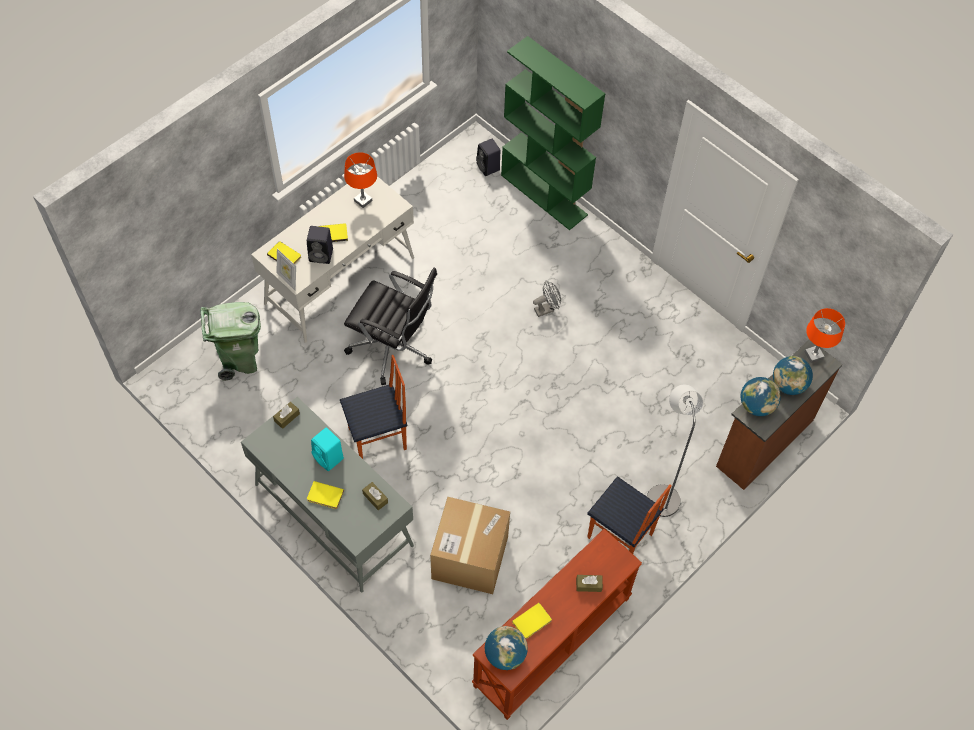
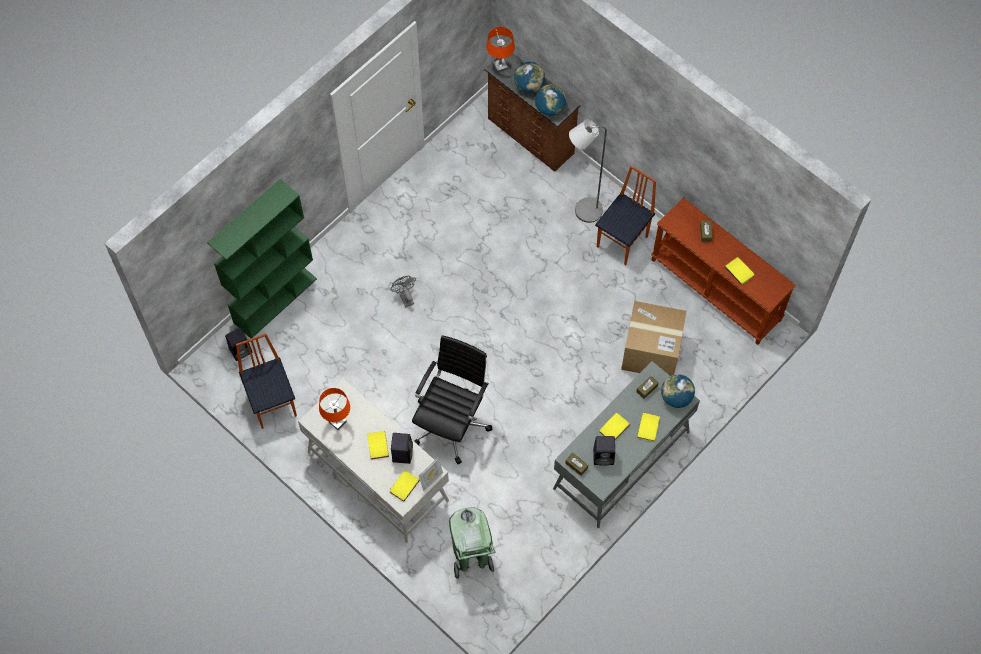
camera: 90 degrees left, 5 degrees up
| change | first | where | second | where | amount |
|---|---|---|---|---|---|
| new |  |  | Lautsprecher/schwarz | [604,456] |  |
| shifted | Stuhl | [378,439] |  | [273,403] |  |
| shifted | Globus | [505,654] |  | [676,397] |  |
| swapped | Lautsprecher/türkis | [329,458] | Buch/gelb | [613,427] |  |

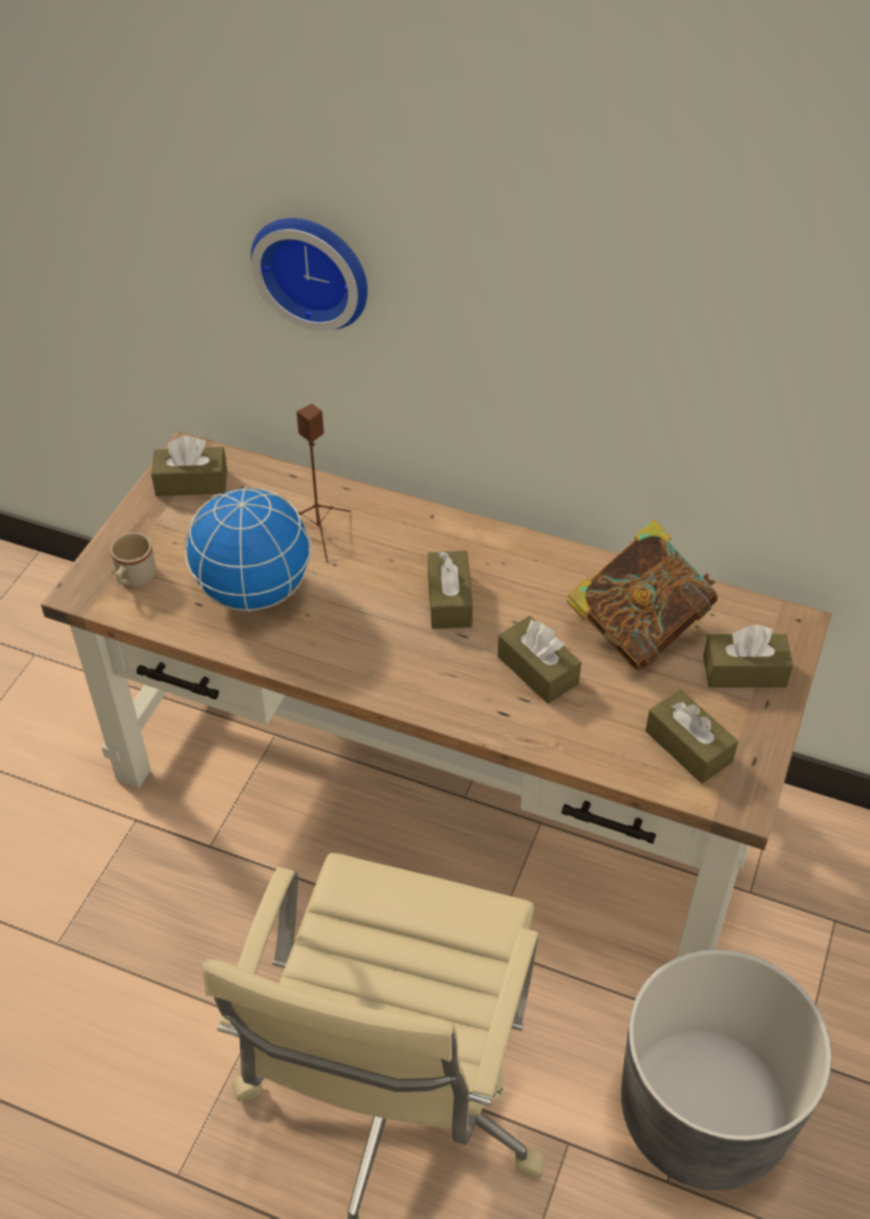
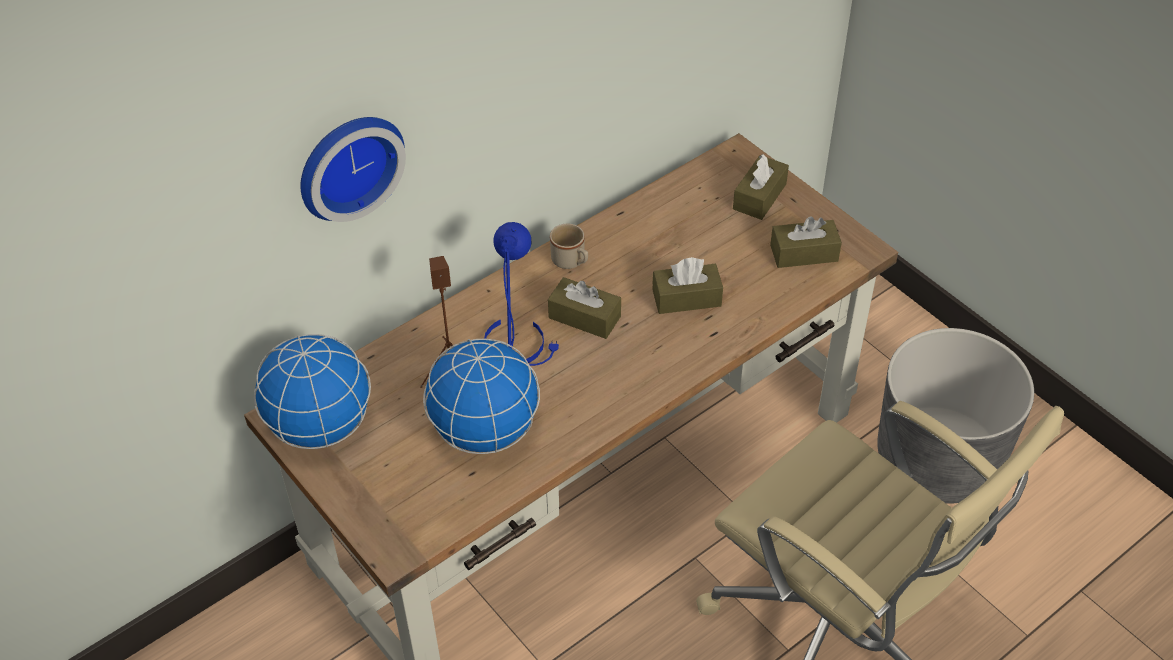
camera: 60 degrees left, 0 degrees up
| change | first | where | second | where | amount |
|---|---|---|---|---|---|
| gone | Buch | [638,628] |  |  |  |
| new |  |  | Tischlampe/blau | [518,343] |  |
| shifted | Henkelbecher/beige | [134,579] |  | [571,262] |  |
| swapped | Taschentuchbox/braun | [191,482] | Globus | [321,427] |  |

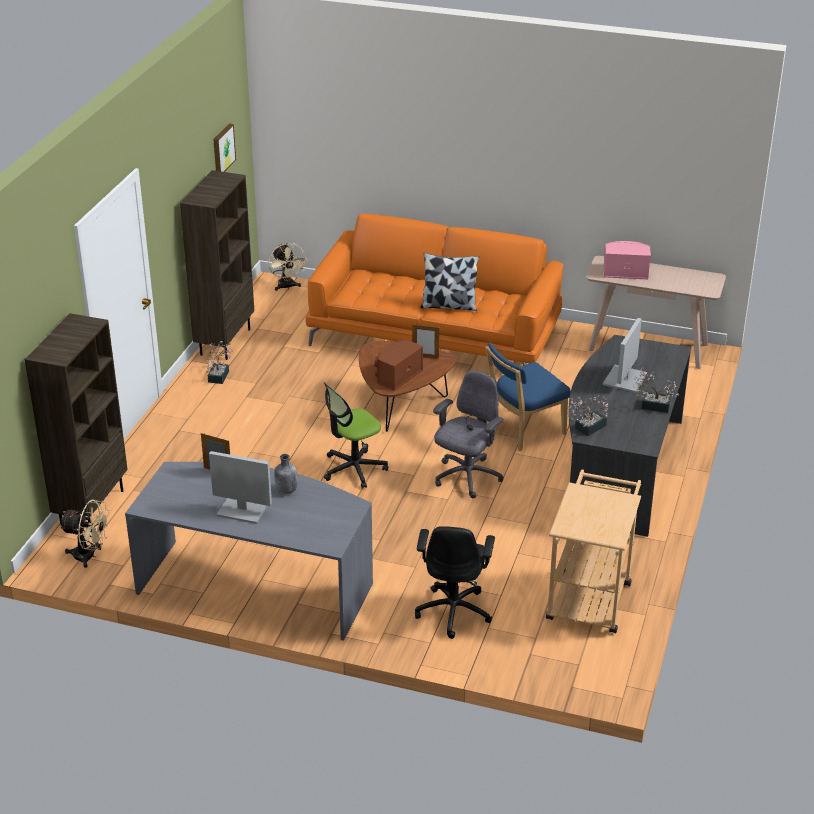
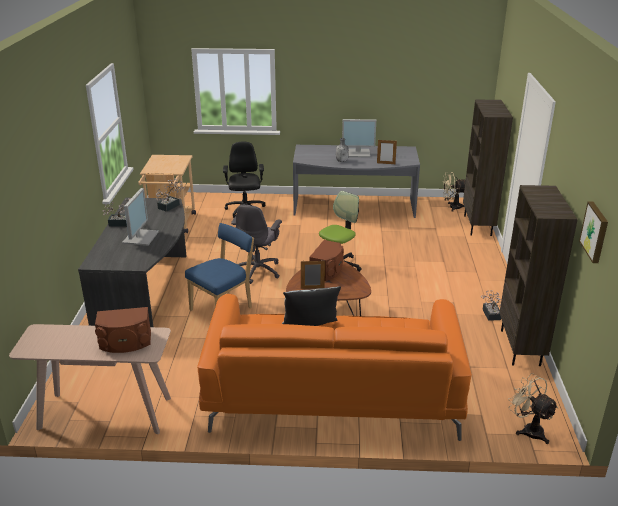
camera: 165 degrees right, 5 degrees down
| change | first | where | second | where | amount |
|---|---|---|---|---|---|
| repainted | Lautsprecher/rosa | [625,271] | Lautsprecher/braun | [125,342] |  |

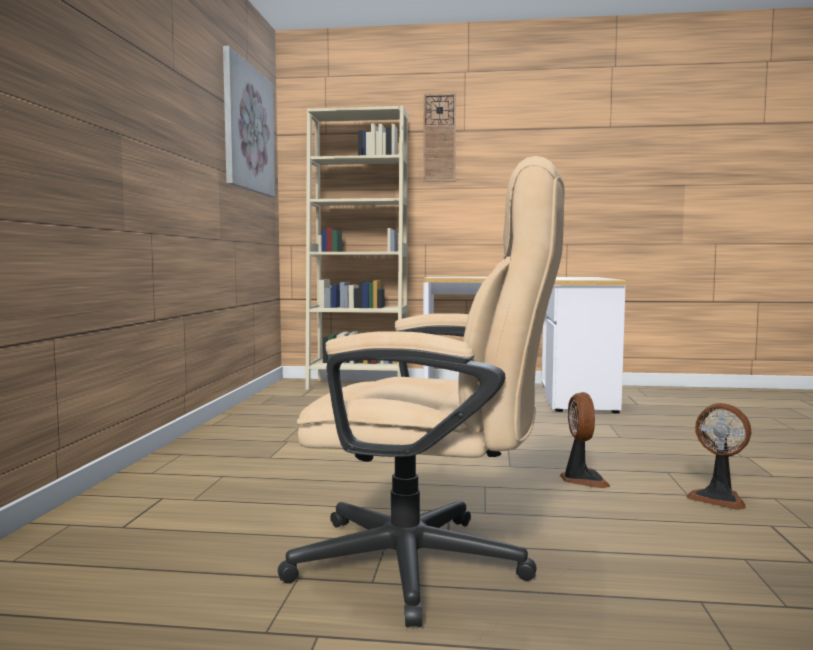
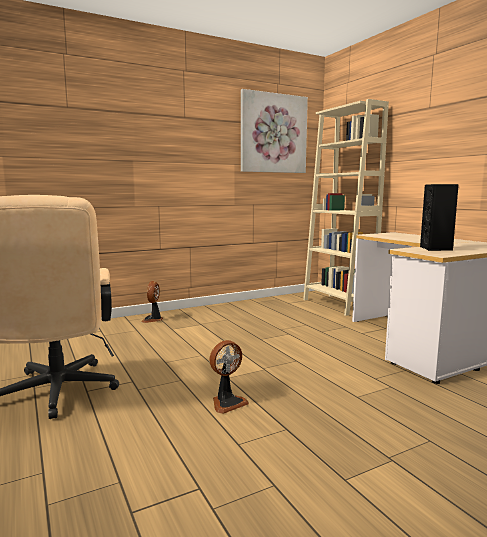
camera: 55 degrees right, 5 degrees up
| change | first | where | second | where | amount |
|---|---|---|---|---|---|
| gone | Wanduhr | [439,138] |  |  |  |
| new |  |  | Lautsprecher/schwarz | [436,249] |  |
| shifted | Ventilator | [719,498] |  | [153,319] |  |

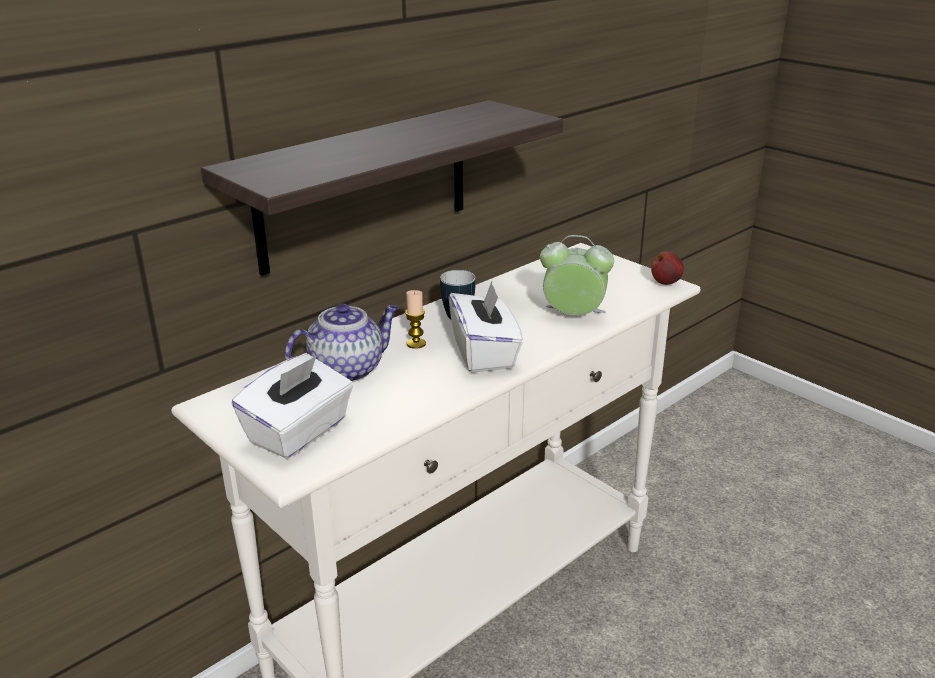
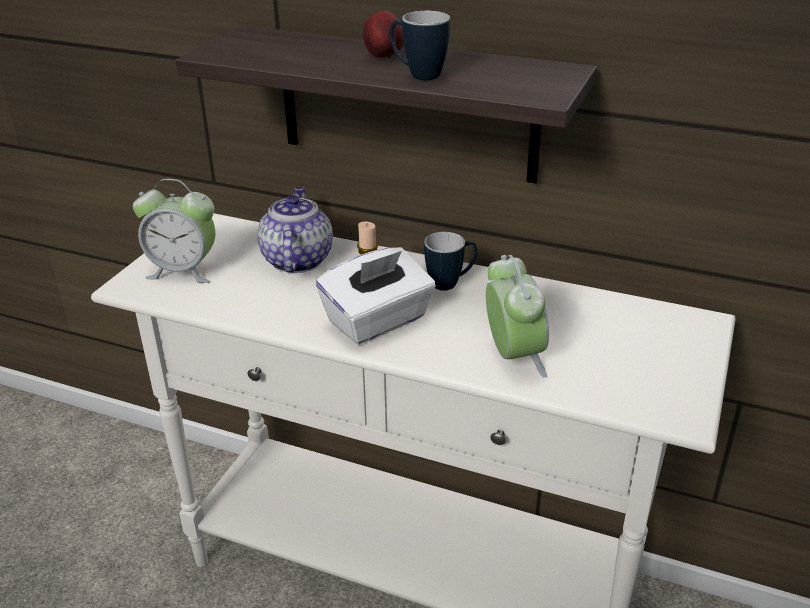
camera: 65 degrees right, 5 degrees up
| change | first | where | second | where | amount |
|---|---|---|---|---|---|
| new |  |  | Henkelbecher | [417,75] |  |
| shifted | Apfel | [665,282] |  | [384,57] |  |
| swapped | Taschentuchbox/weiß | [299,432] | Wecker | [183,270] |  |
| rotated | Teekanne | [348,369] |  | [296,260] | 120 degrees counterclockwise |

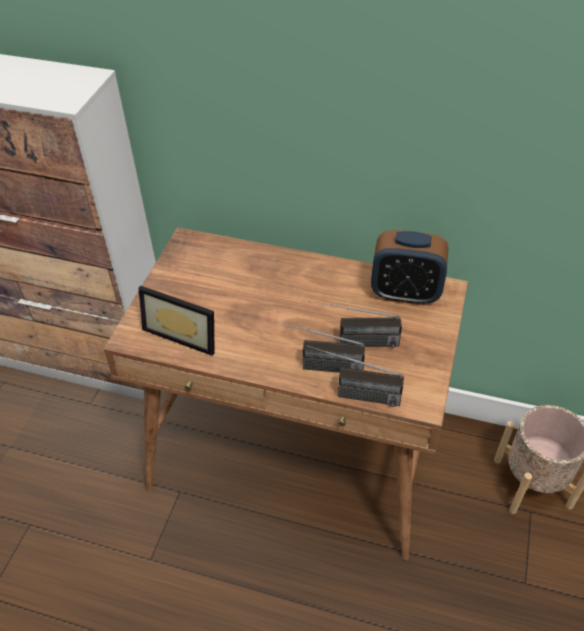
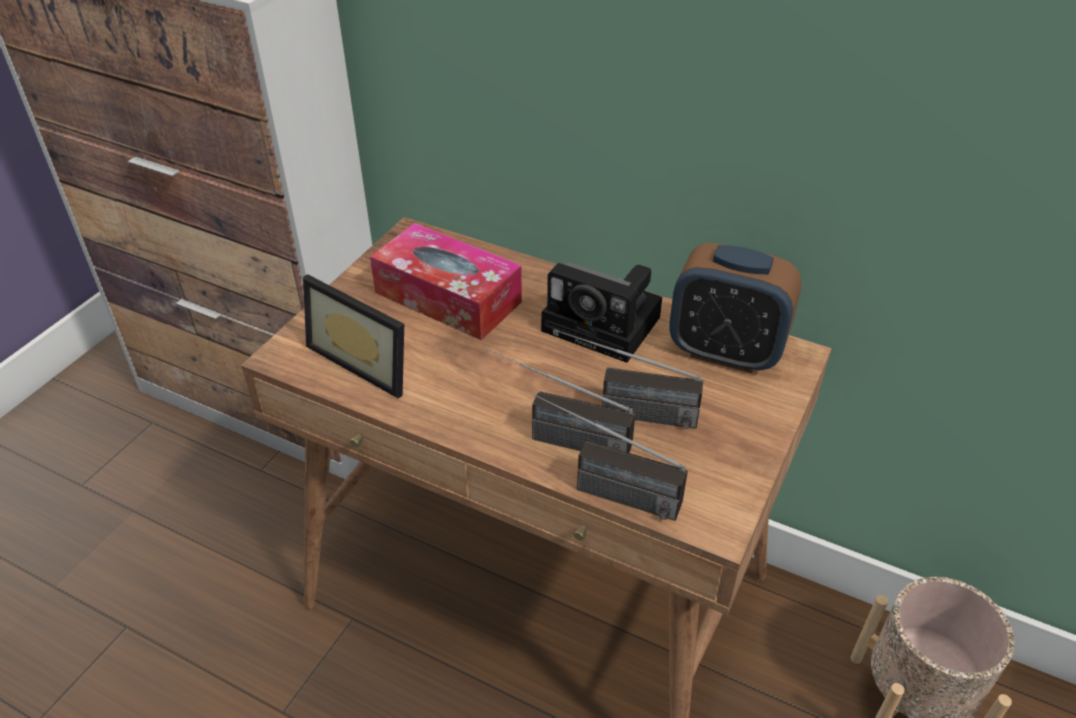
camera: 10 degrees right, 5 degrees down
| change | first | where | second | where | amount |
|---|---|---|---|---|---|
| new |  |  | Taschentuchbox | [448,297] |  |
| new |  |  | Kamera | [606,325] |  |

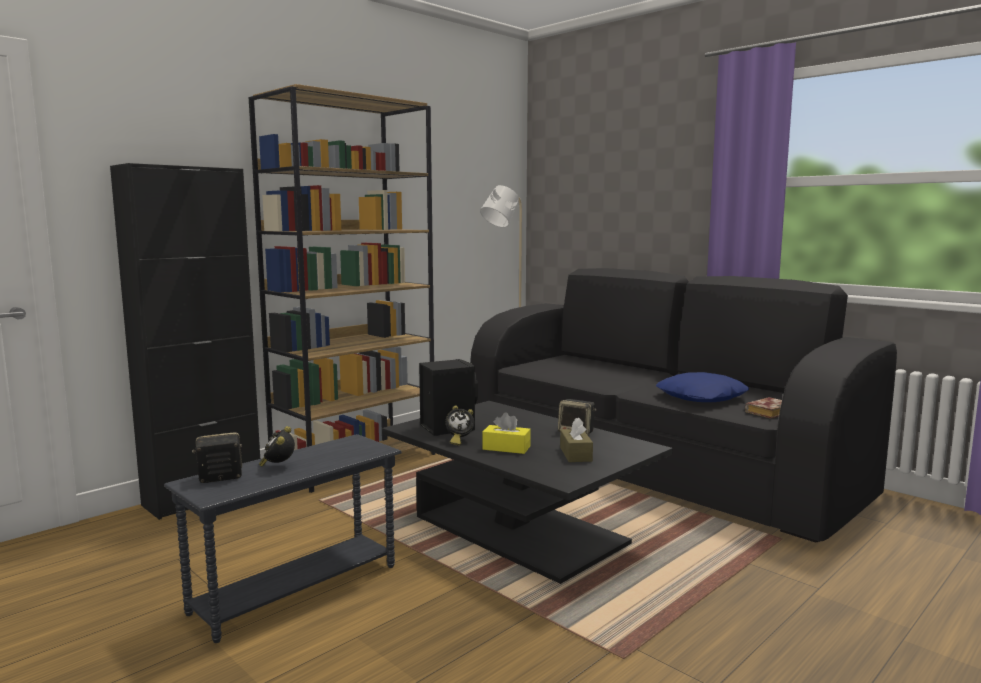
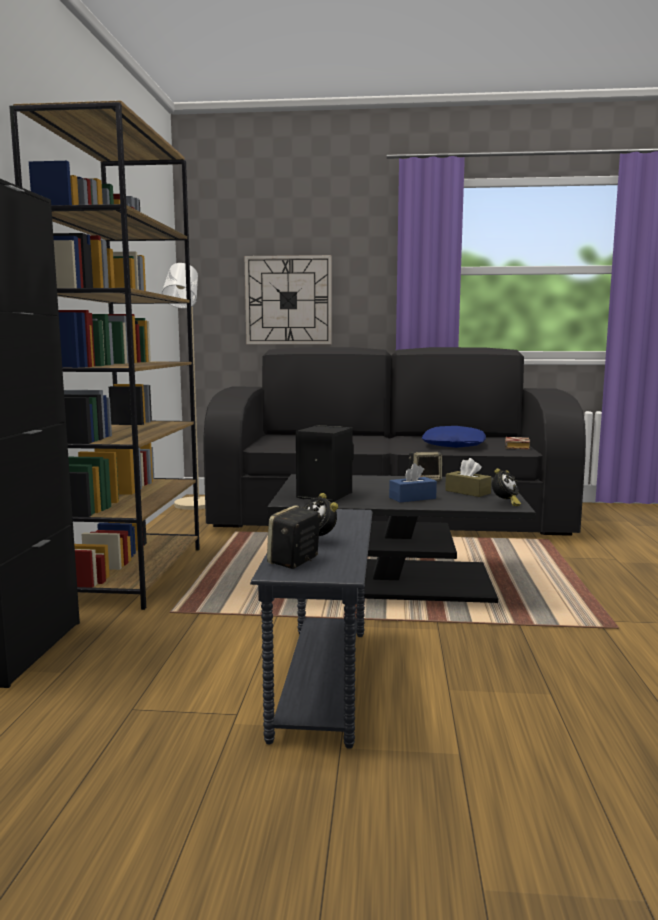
camera: 40 degrees left, 0 degrees up
| change | first | where | second | where | amount |
|---|---|---|---|---|---|
| new |  |  | Wanduhr | [288,300] |  |
| shifted | Wecker | [458,441] |  | [505,503] |  |
| repainted | Taschentuchbox/gelb | [506,448] | Taschentuchbox/blau | [412,498] |  |

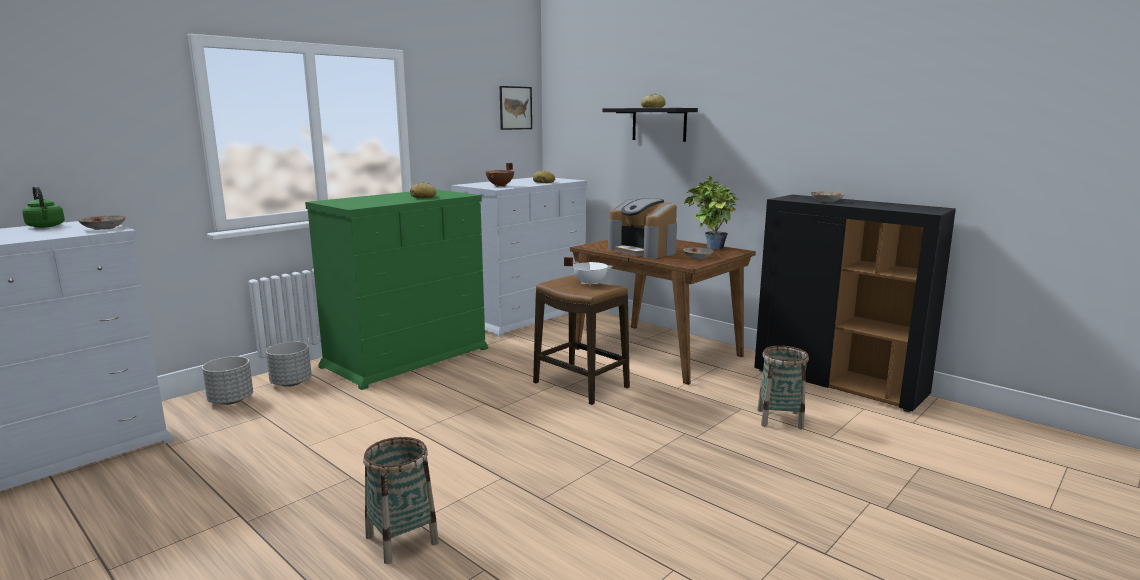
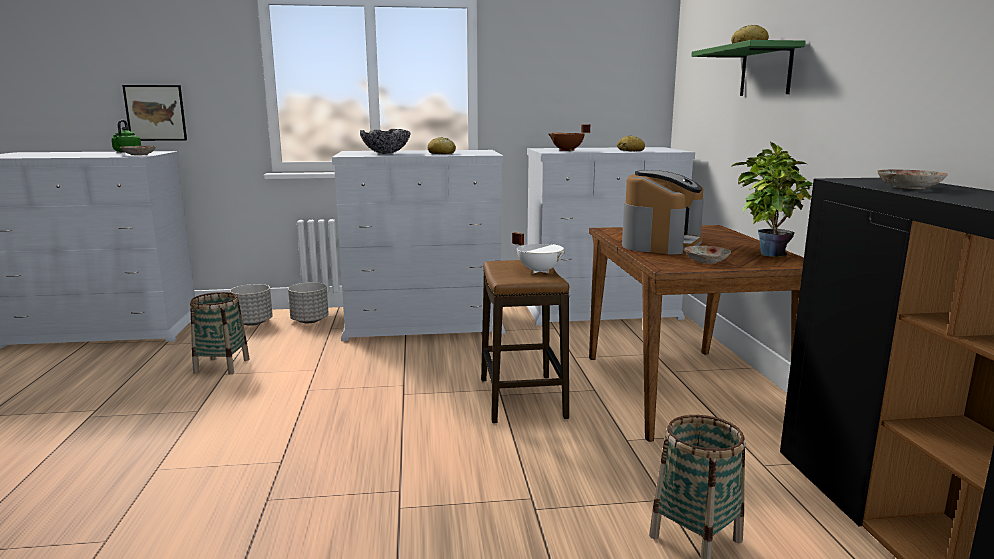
camera: 40 degrees right, 0 degrees up
| change | first | where | second | where | amount |
|---|---|---|---|---|---|
| new |  |  | Schüssel | [386,153] |  |
| shifted | Korb | [402,539] |  | [222,366] |  |
| shifted | Bild | [515,108] |  | [155,113] |  |
| repainted | Kommode/grün | [407,357] | Kommode/weiß | [424,323] |  |
| repainted | Wandregal/schwarz | [659,124] | Wandregal/grün | [766,71] |  |
| rotated | Kaffeemaschine | [643,250] |  | [661,243] | 150 degrees counterclockwise |

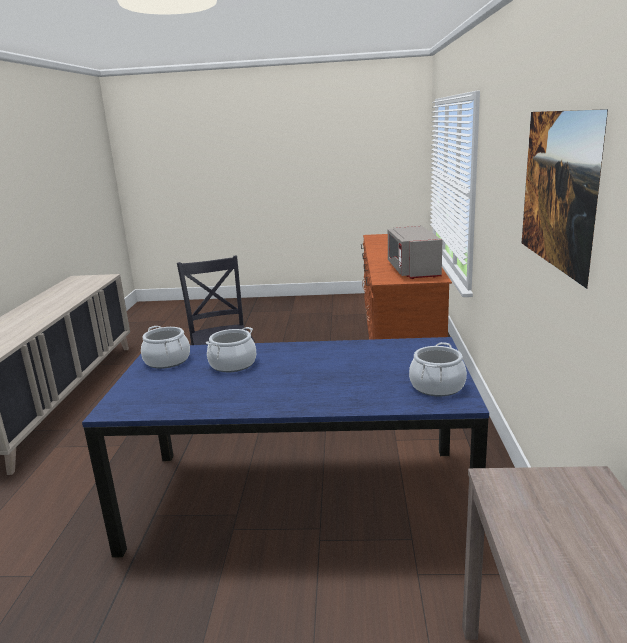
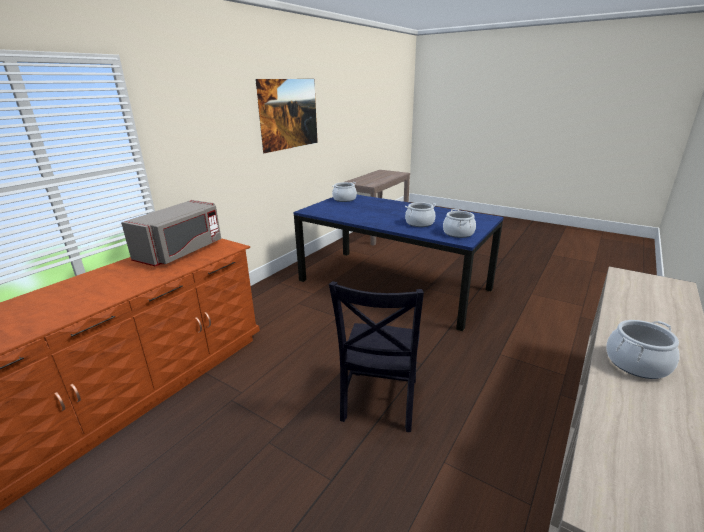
camera: 150 degrees left, 5 degrees up
| change | first | where | second | where | amount |
|---|---|---|---|---|---|
| new |  |  | Kochtopf | [637,363] |  |

